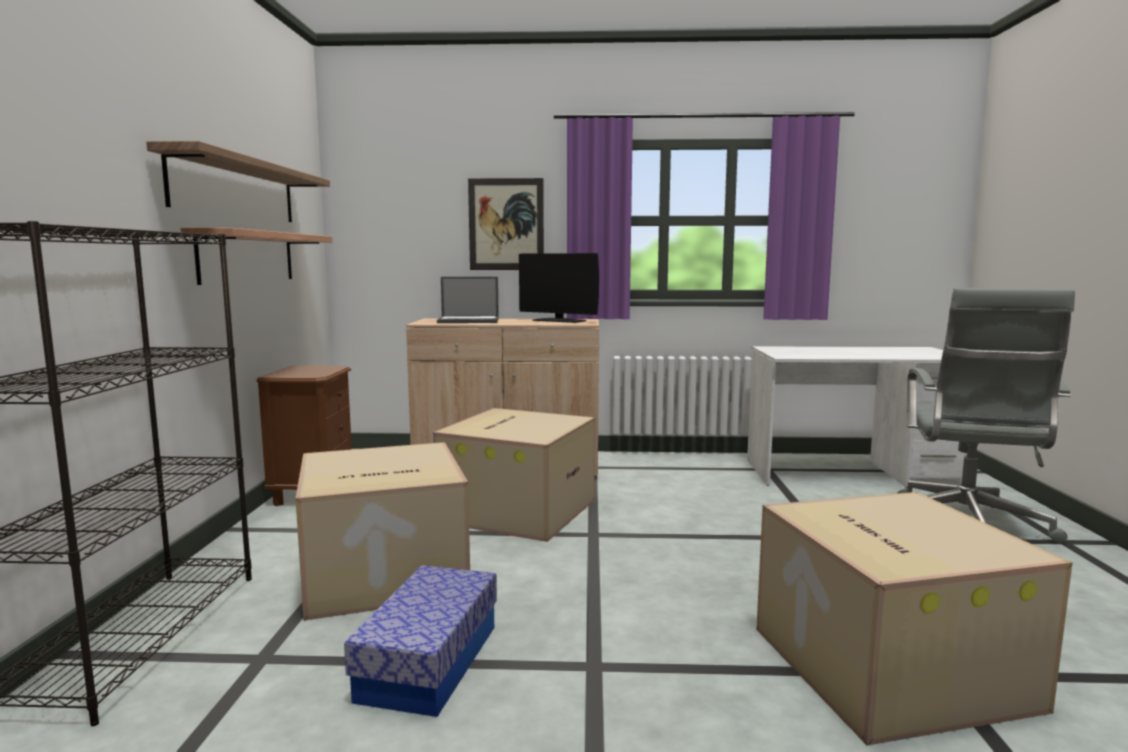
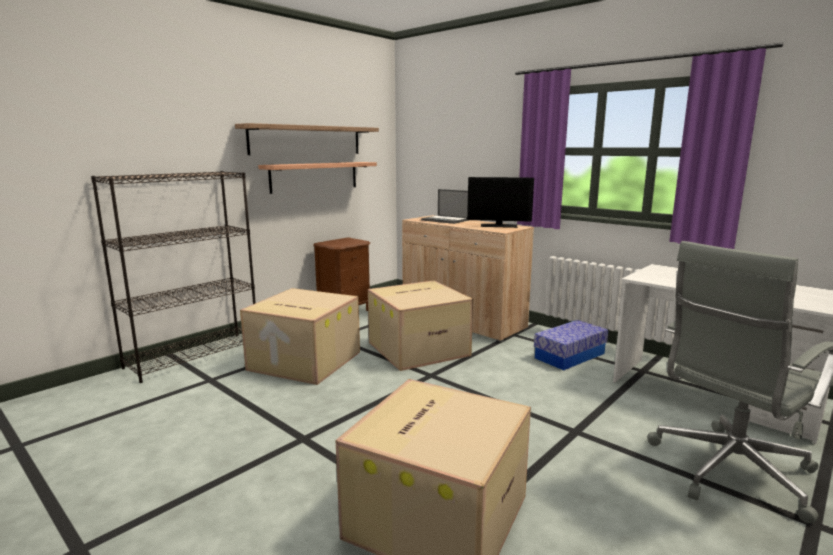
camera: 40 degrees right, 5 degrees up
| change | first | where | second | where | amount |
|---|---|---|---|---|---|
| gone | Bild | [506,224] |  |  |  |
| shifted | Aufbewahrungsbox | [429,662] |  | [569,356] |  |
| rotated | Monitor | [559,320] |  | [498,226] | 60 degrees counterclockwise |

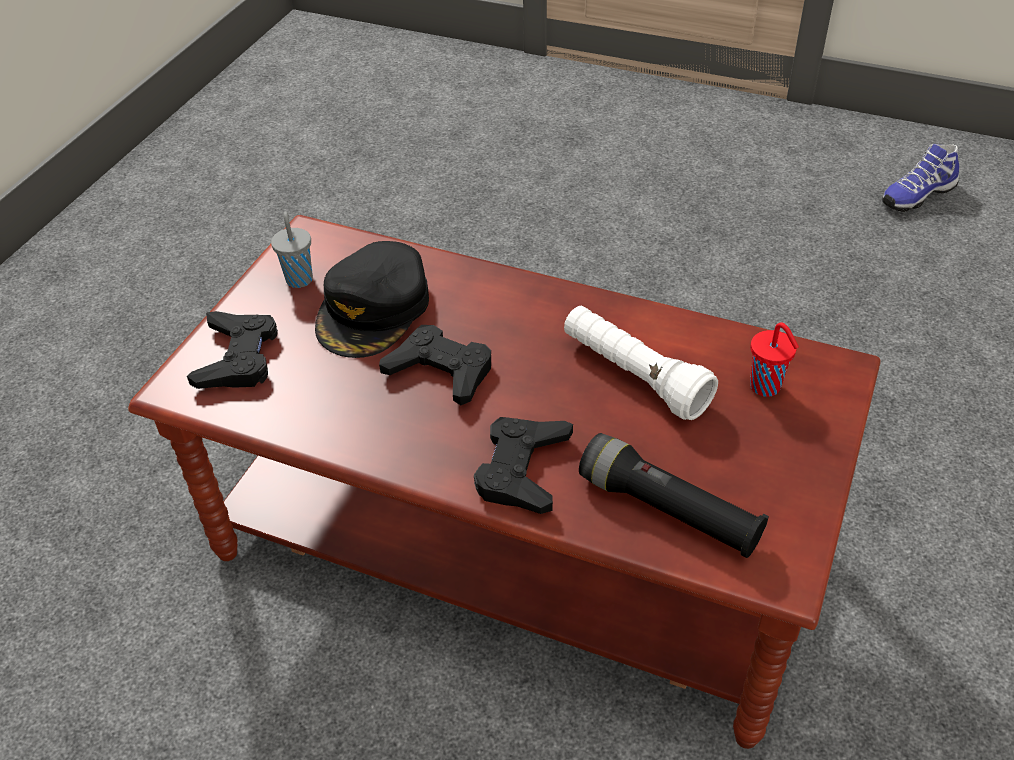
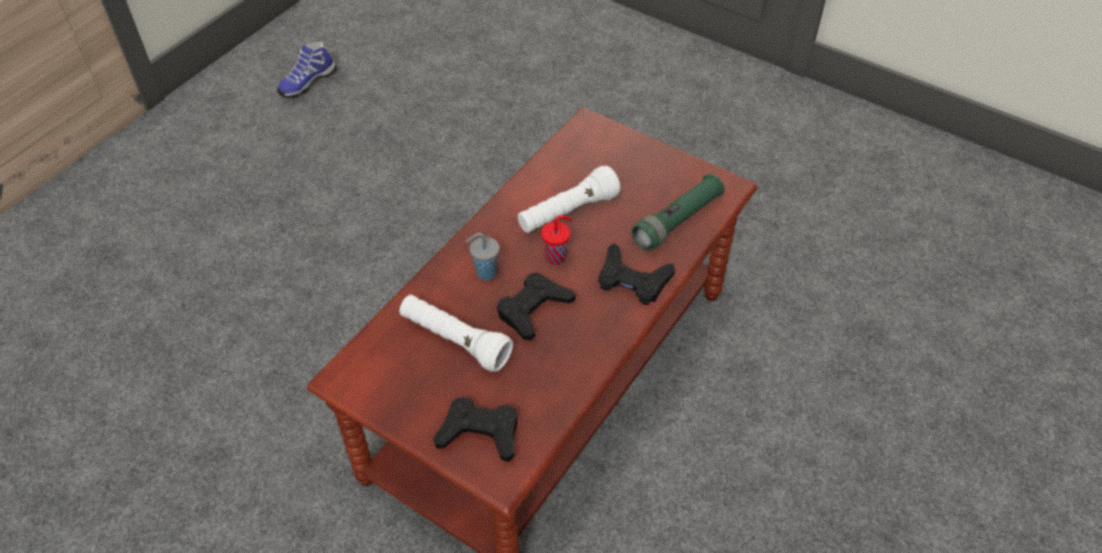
camera: 80 degrees left, 5 degrees up
| change | first | where | second | where | amount |
|---|---|---|---|---|---|
| shifted | Tasse/grau | [299,278] |  | [484,273] |  |
| shifted | Tasse/rot | [766,387] |  | [557,257] |  |
| swapped | Kappe/schwarz | [374,309] | Taschenlampe/weiß | [455,341] |  |
| repainted | Taschenlampe/schwarz | [668,510] | Taschenlampe/grün | [677,221] |  |
| rotated | Schuh | [916,195] |  | [307,82] | 60 degrees clockwise |

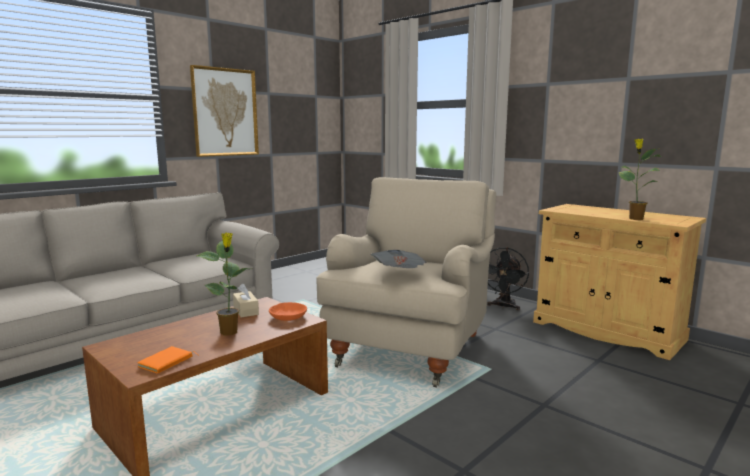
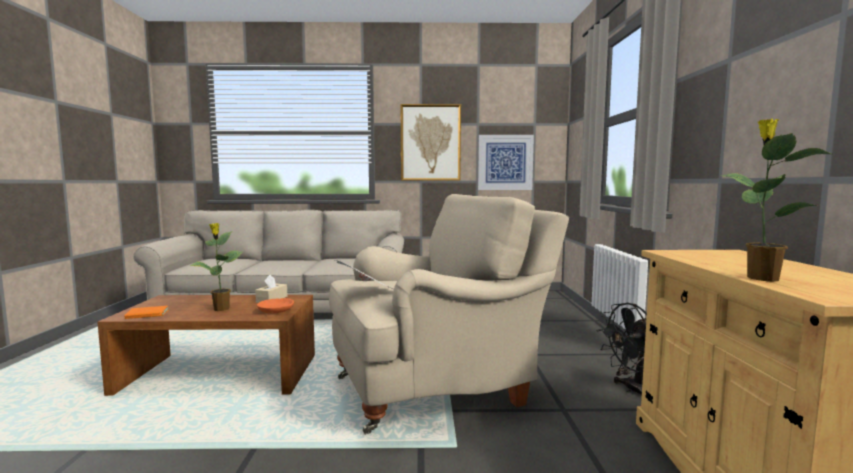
camera: 45 degrees right, 5 degrees down
| change | first | where | second | where | amount |
|---|---|---|---|---|---|
| new |  |  | Bild | [505,162] |  |

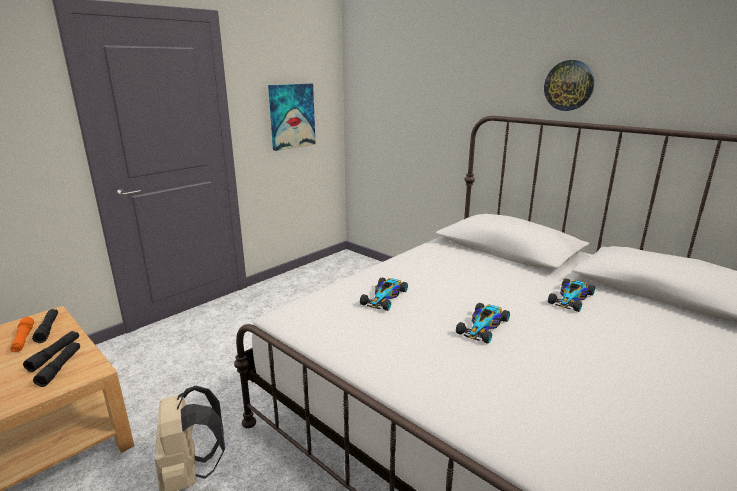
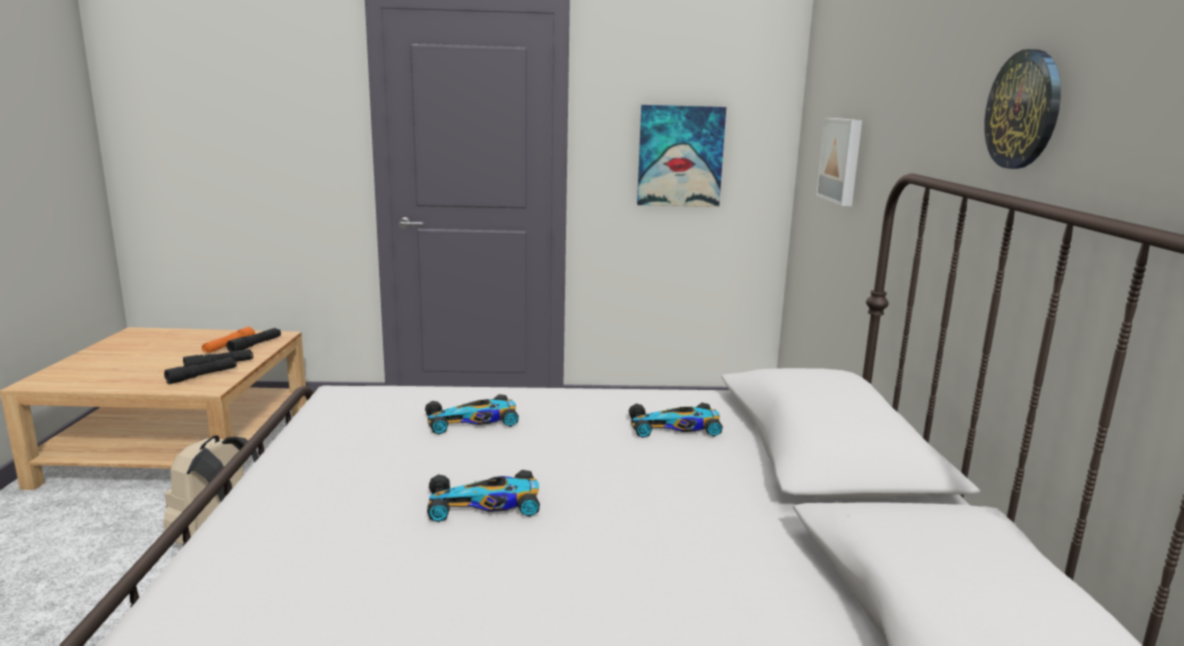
camera: 45 degrees right, 5 degrees down
| change | first | where | second | where | amount |
|---|---|---|---|---|---|
| new |  |  | Bild | [842,160] |  |
| shifted | Spielzeugauto | [571,298] |  | [676,427] |  |

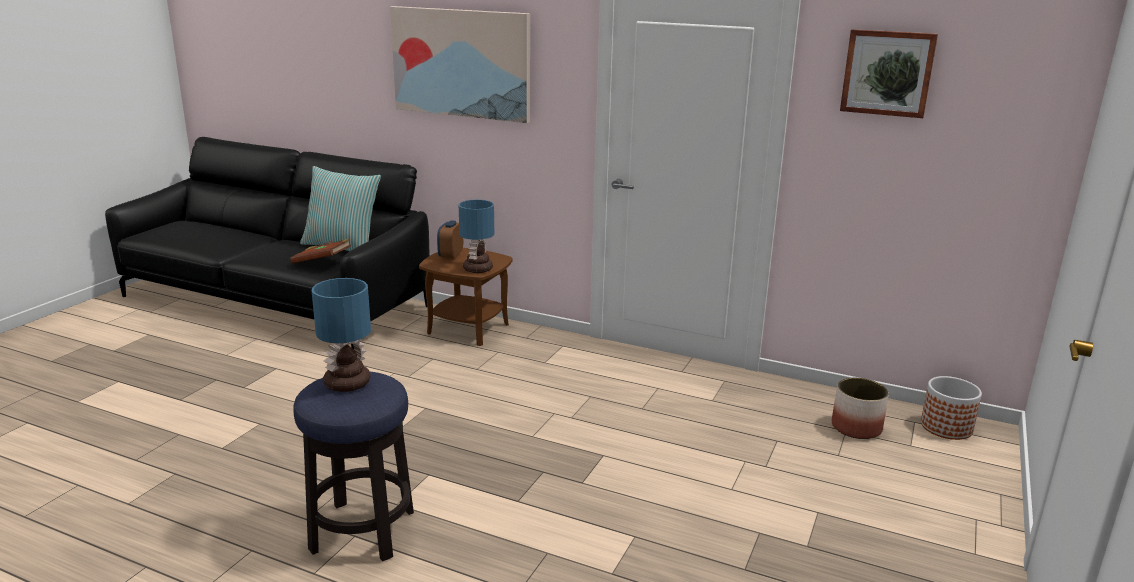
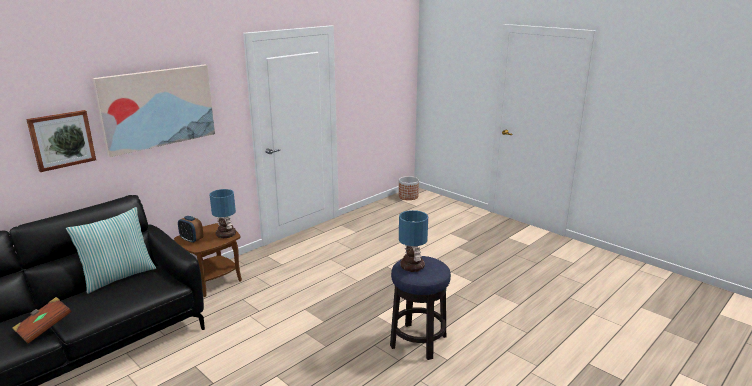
camera: 70 degrees left, 0 degrees up
| change | first | where | second | where | amount |
|---|---|---|---|---|---|
| gone | Pflanzkübel | [857,428] |  |  |  |
| shifted | Buch/braun | [322,262] |  | [44,328] |  |
| shifted | Bild | [887,73] |  | [62,140] |  |

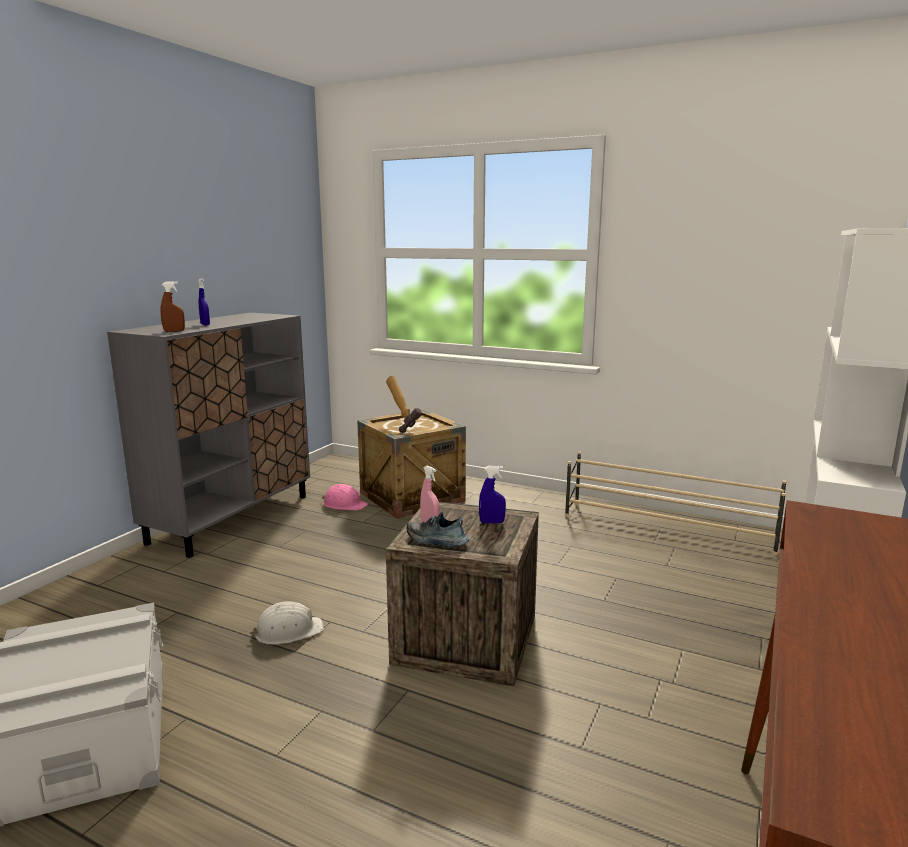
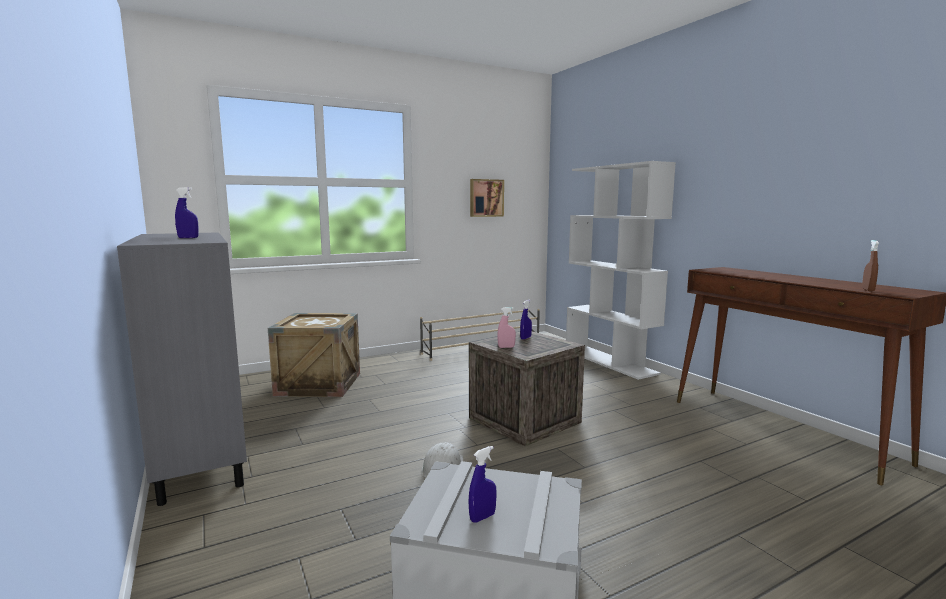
camera: 55 degrees left, 5 degrees down
| change | first | where | second | where | amount |
|---|---|---|---|---|---|
| gone | Schutzhelm/rosa | [344,504] |  |  |  |
| gone | Hammer | [404,427] |  |  |  |
| gone | Schuh | [436,541] |  |  |  |
| new |  |  | Sprühflasche/blau | [482,517] |  |
| new |  |  | Bild | [486,198] |  |
| shifted | Sprühflasche/braun | [174,331] |  | [868,290] |  |

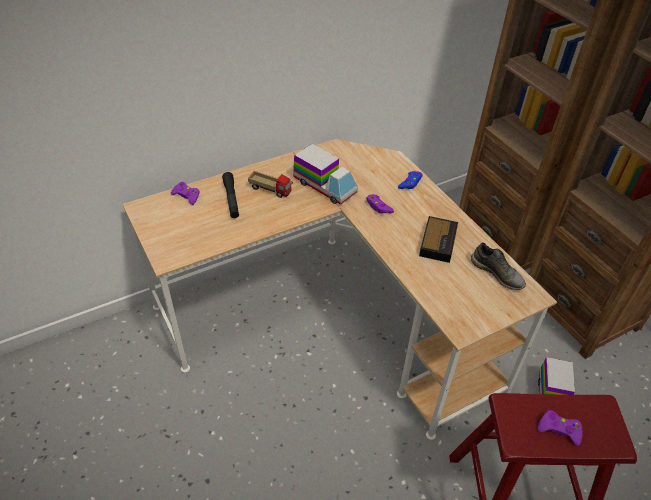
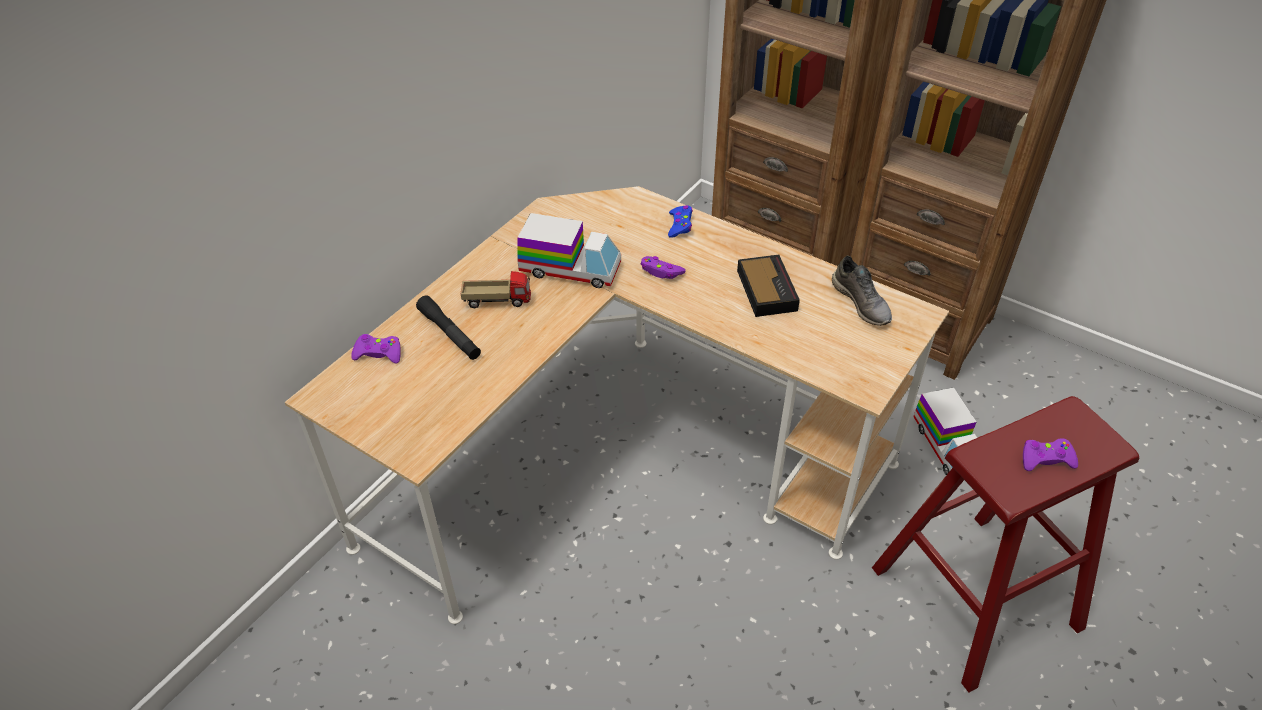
camera: 25 degrees left, 0 degrees up
| change | first | where | second | where | amount |
|---|---|---|---|---|---|
| rotated | Schuh/grau | [497,273] |  | [862,302] | 45 degrees clockwise |

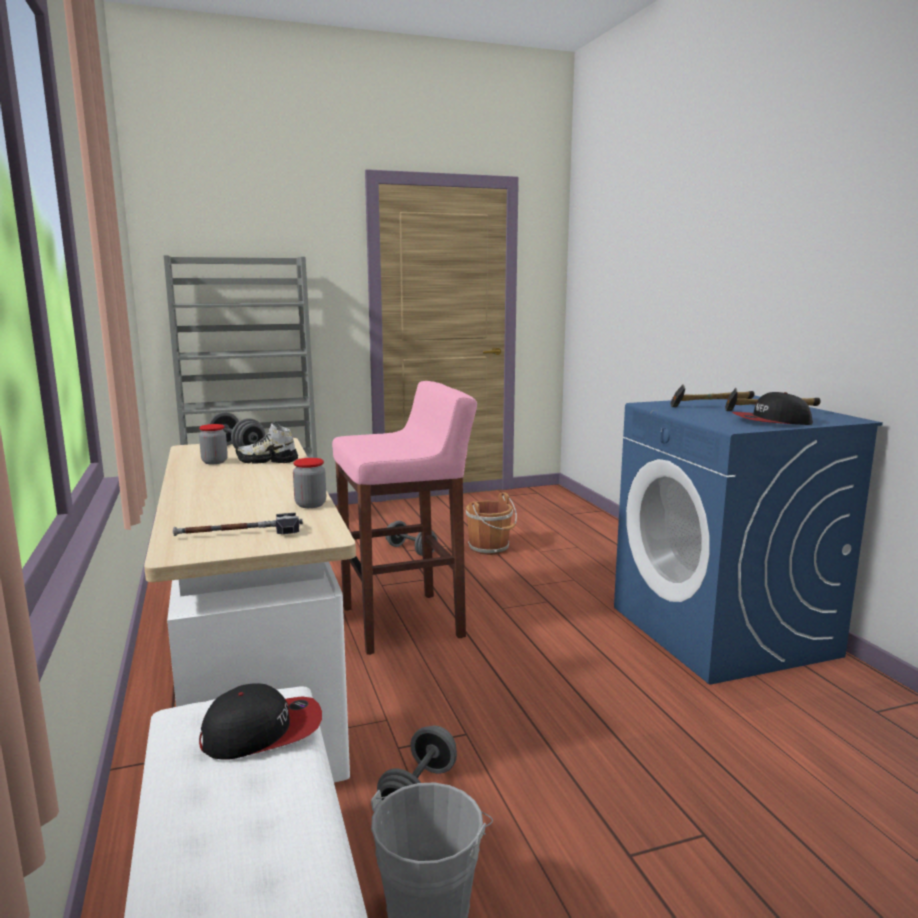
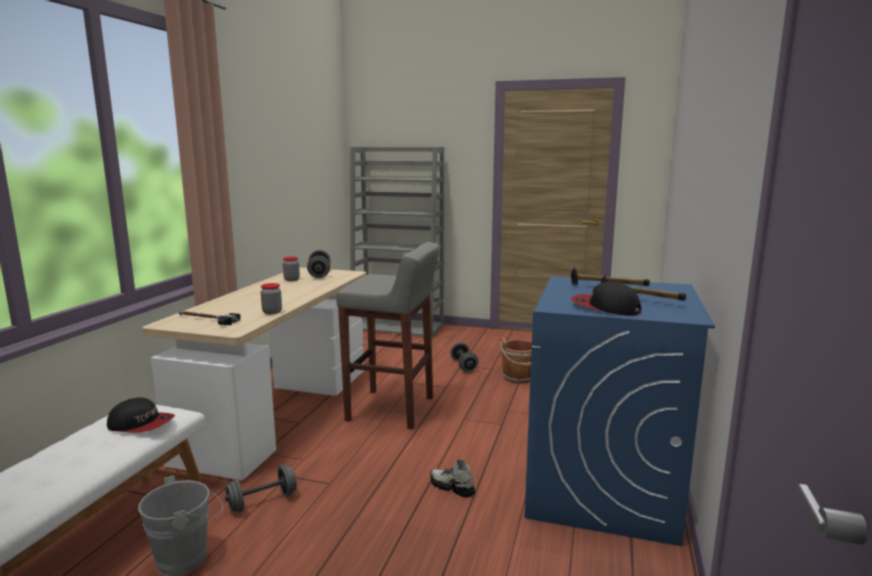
camera: 35 degrees right, 0 degrees up
| change | first | where | second | where | amount |
|---|---|---|---|---|---|
| shifted | Schuh | [267,461] |  | [452,487] |  |
| repainted | Hocker/rosa | [404,622] | Hocker/grau | [392,409] |  |

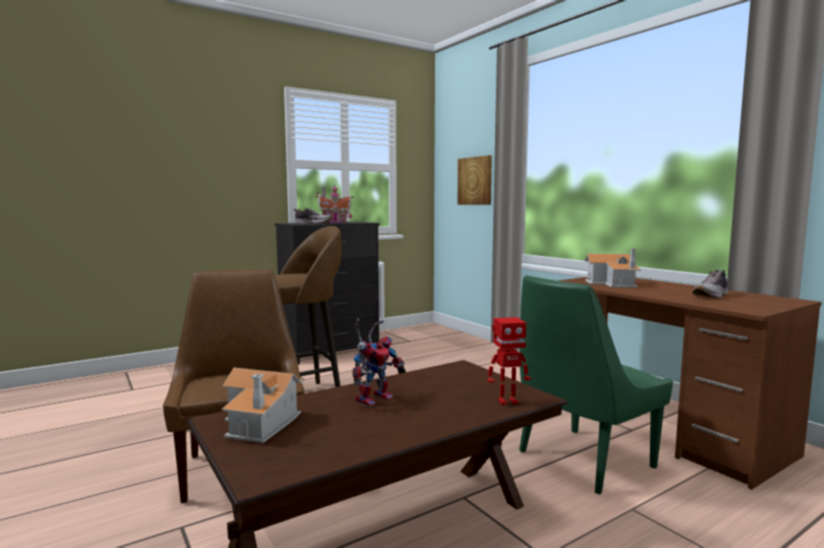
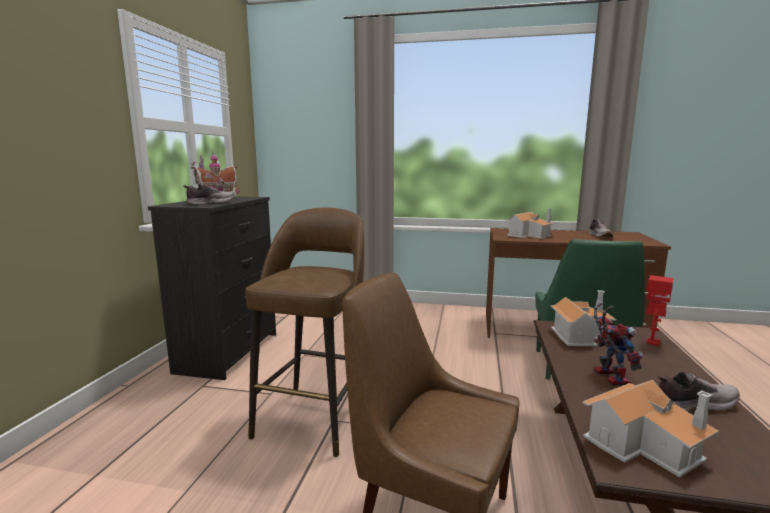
camera: 45 degrees left, 5 degrees up
| change | first | where | second | where | amount |
|---|---|---|---|---|---|
| gone | Bild | [475,181] |  |  |  |
| new |  |  | Spielzeughaus | [580,334] |  |
| new |  |  | Schuh | [692,404] |  |

